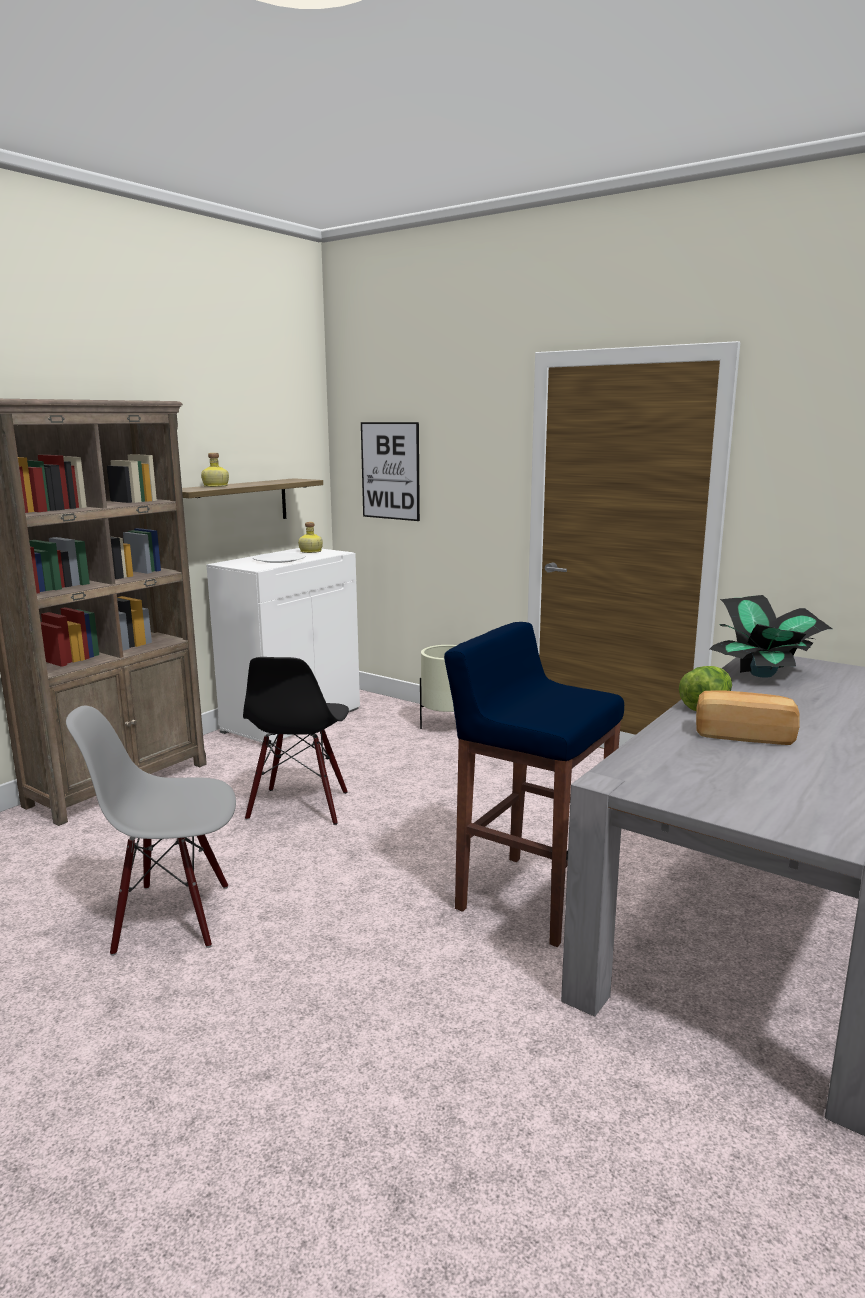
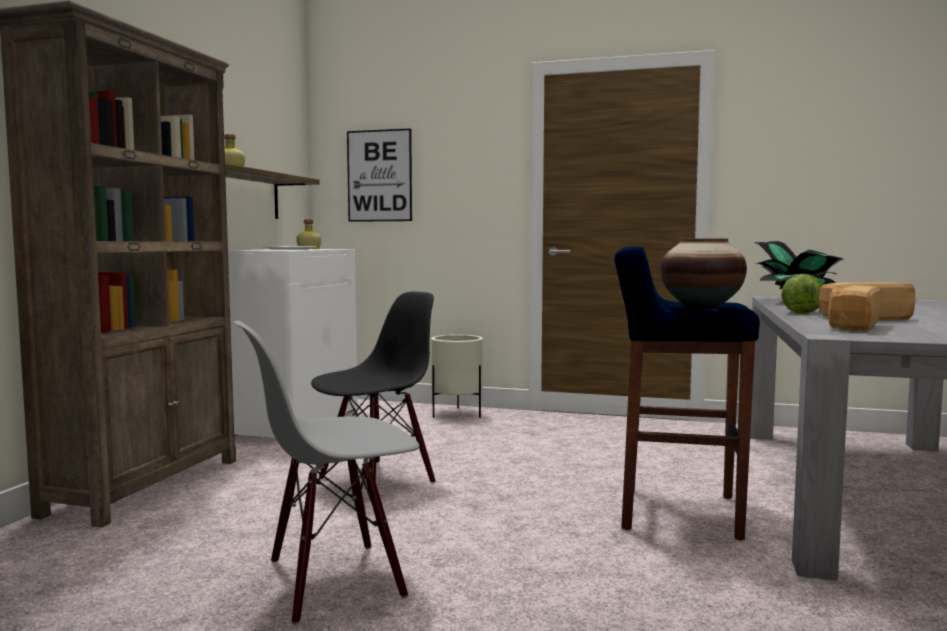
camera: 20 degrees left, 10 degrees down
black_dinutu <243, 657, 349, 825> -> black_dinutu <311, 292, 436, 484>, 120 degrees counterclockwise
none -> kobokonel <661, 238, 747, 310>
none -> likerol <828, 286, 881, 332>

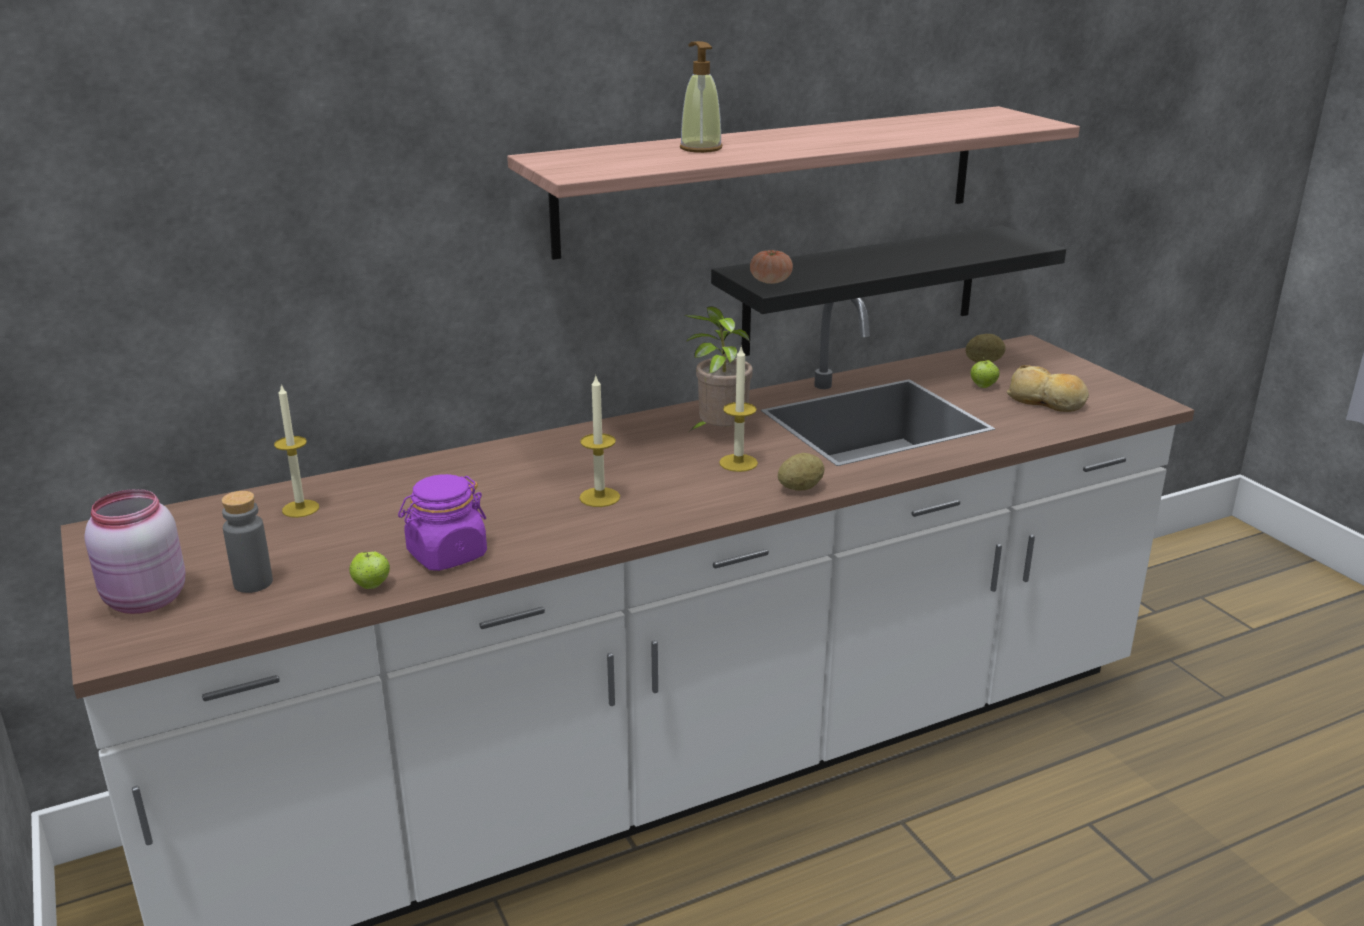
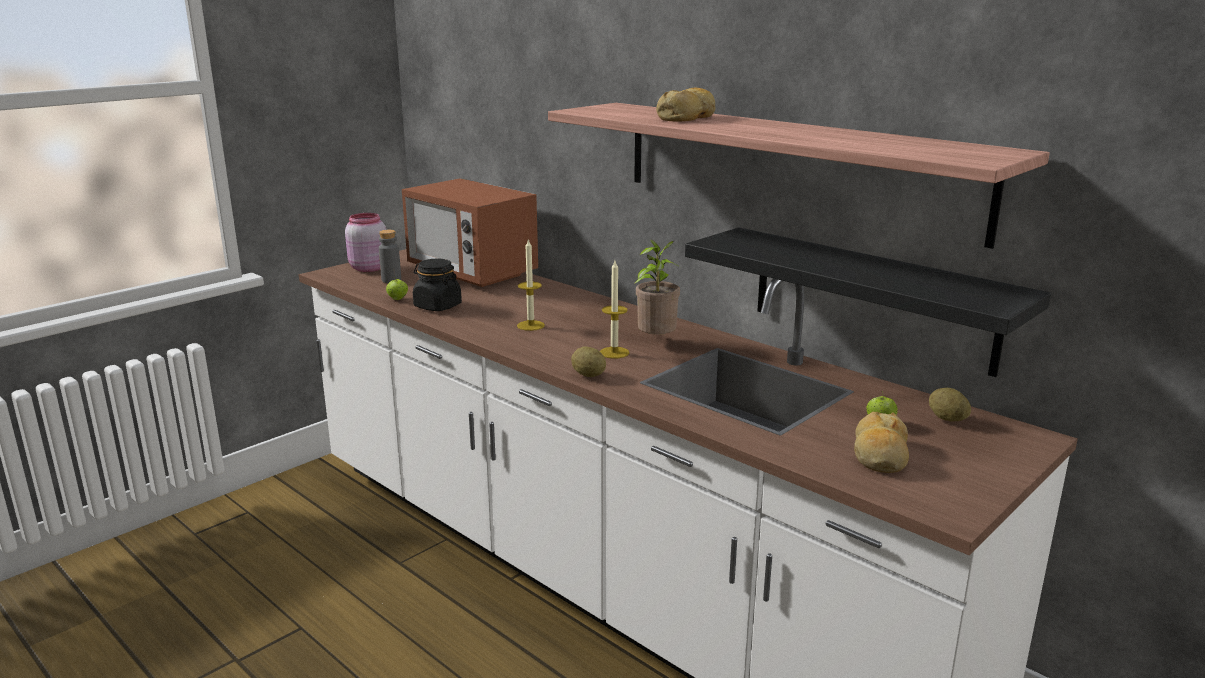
camera: 70 degrees right, 5 degrees down
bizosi <680, 41, 723, 153> -> likerol <656, 87, 715, 122>
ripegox <750, 250, 793, 284> -> none
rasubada <274, 384, 319, 518> -> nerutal <402, 178, 538, 287>
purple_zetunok <398, 474, 487, 571> -> black_zetunok <413, 259, 462, 311>

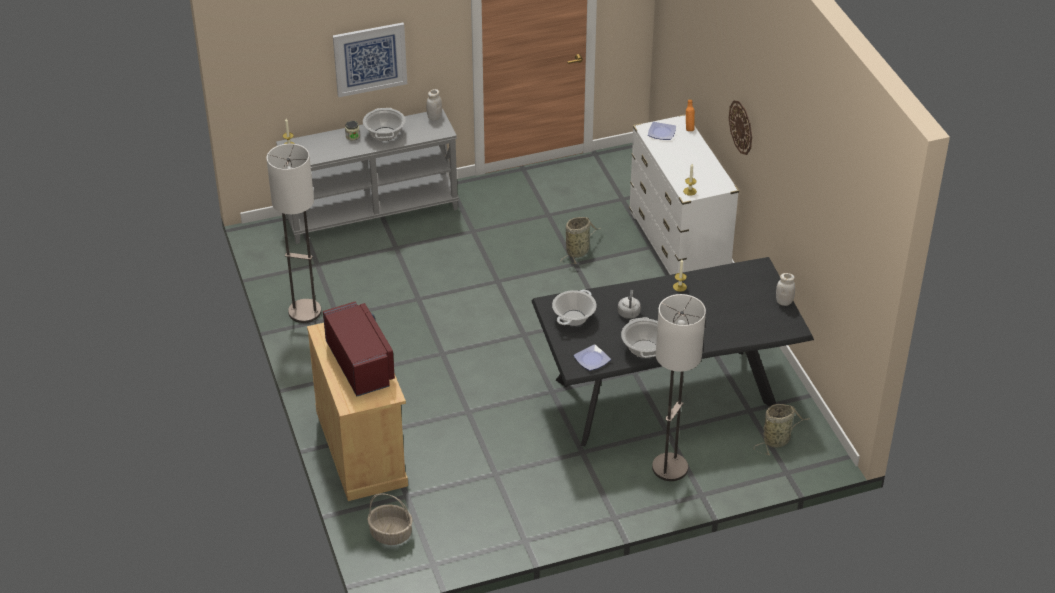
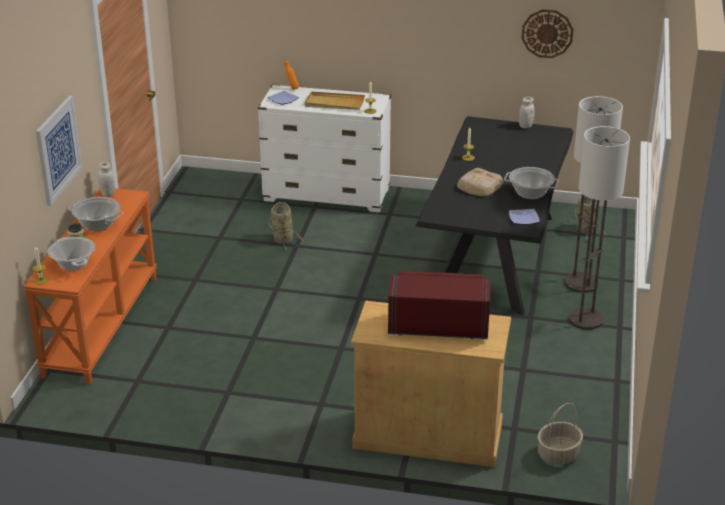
camera: 60 degrees left, 10 degrees down
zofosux <729, 100, 752, 155> -> zofosux <522, 9, 573, 58>, move
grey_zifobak <276, 109, 459, 244> -> orange_zifobak <23, 188, 157, 385>
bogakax <266, 144, 321, 323> -> bogakax <569, 126, 630, 330>, move
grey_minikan <618, 289, 641, 319> -> likerol <457, 168, 503, 197>
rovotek <552, 290, 597, 326> -> rovotek <48, 237, 95, 271>, move
none -> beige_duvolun <305, 92, 365, 110>

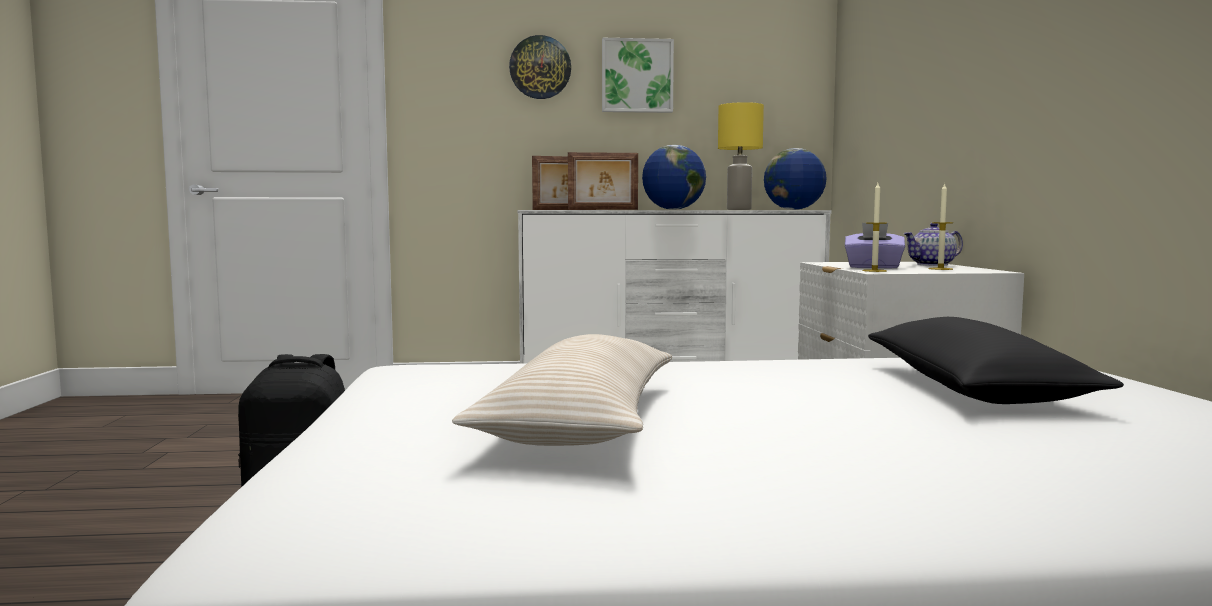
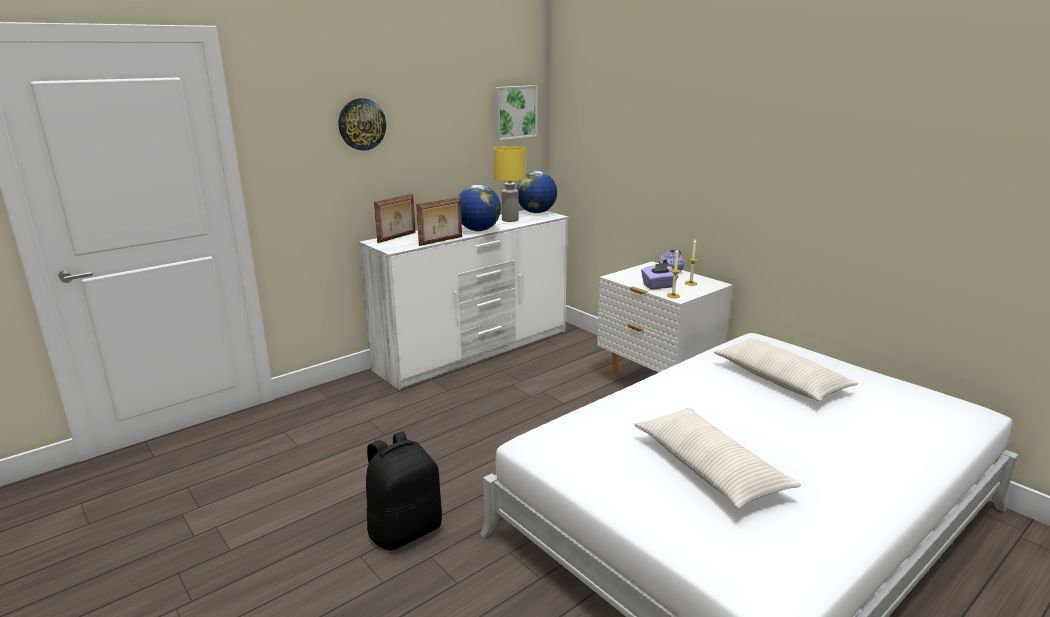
camera: 35 degrees left, 15 degrees up
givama <602, 38, 674, 113> -> givama <494, 85, 537, 140>, move
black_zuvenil <868, 317, 1124, 404> -> beige_zuvenil <714, 339, 858, 401>

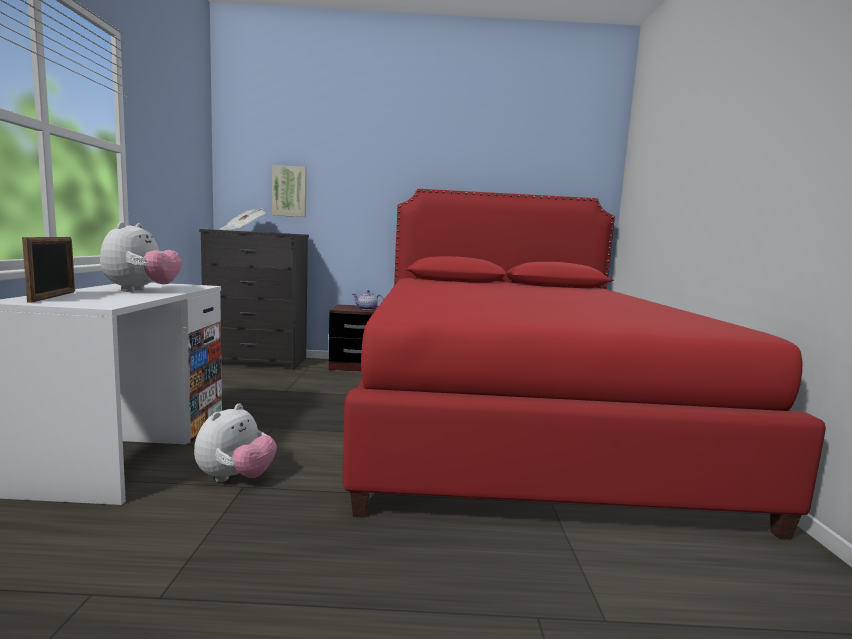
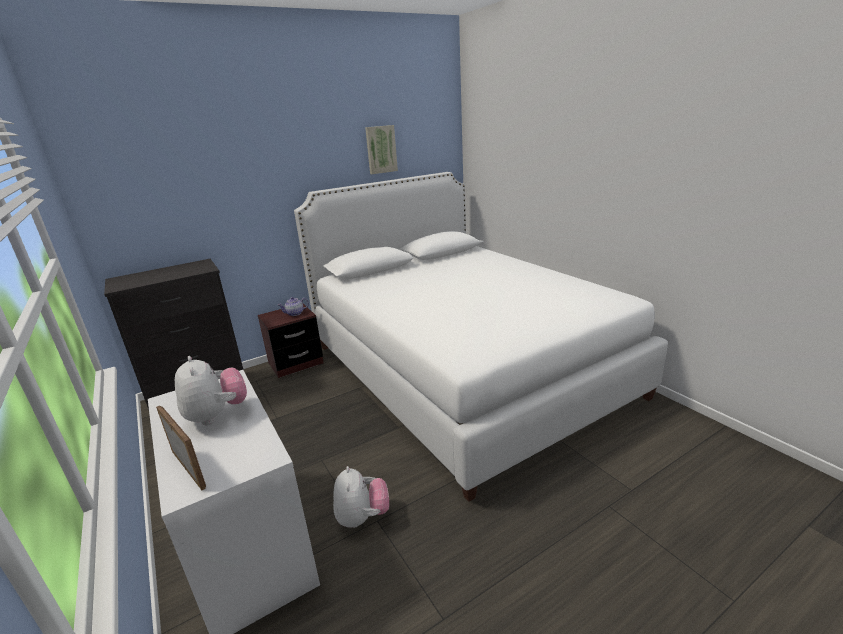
camera: 30 degrees left, 15 degrees up
givama <272, 165, 307, 217> -> givama <365, 125, 398, 174>, move
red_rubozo <342, 189, 826, 540> -> white_rubozo <294, 172, 668, 502>
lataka <220, 208, 265, 230> -> none

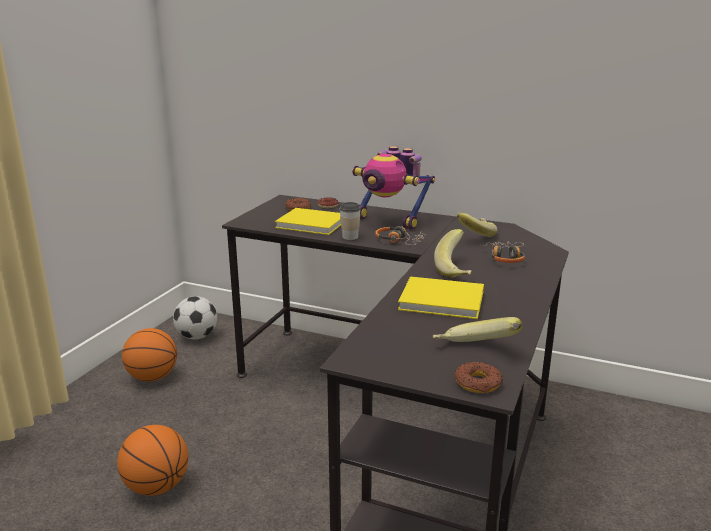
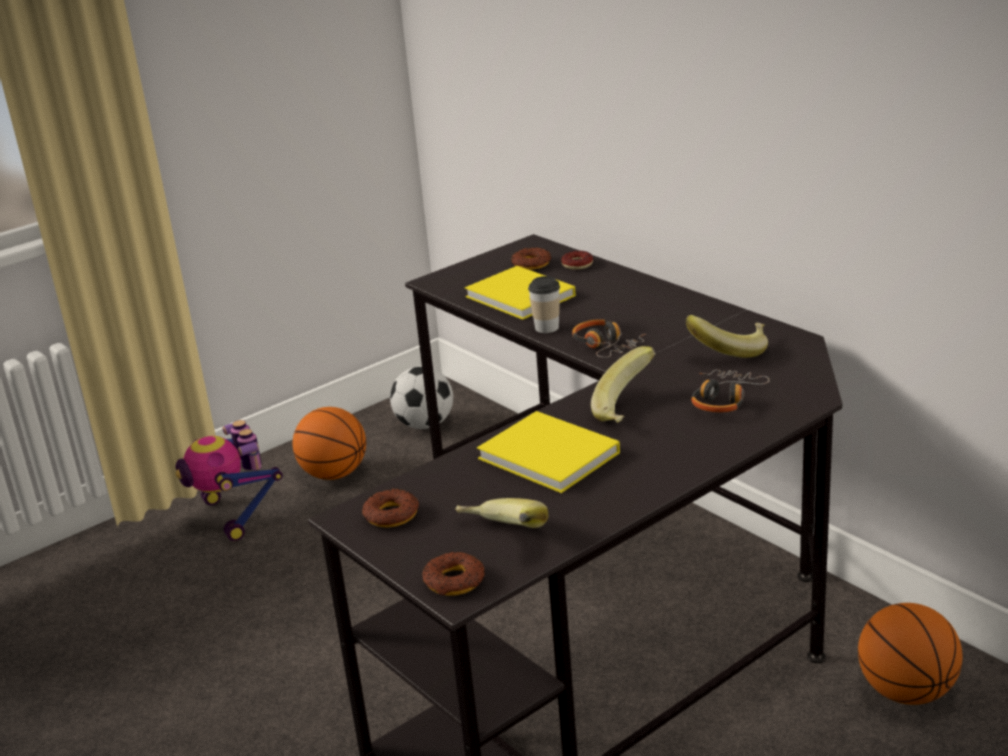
camera: 30 degrees right, 5 degrees up
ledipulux <352, 146, 435, 230> -> ledipulux <175, 420, 283, 541>, move
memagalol <117, 425, 188, 496> -> memagalol <858, 603, 963, 705>, move
none -> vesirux <362, 489, 419, 528>

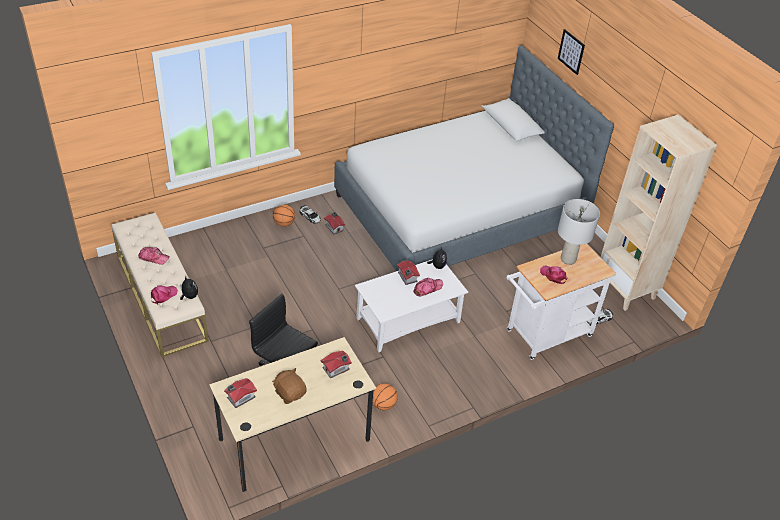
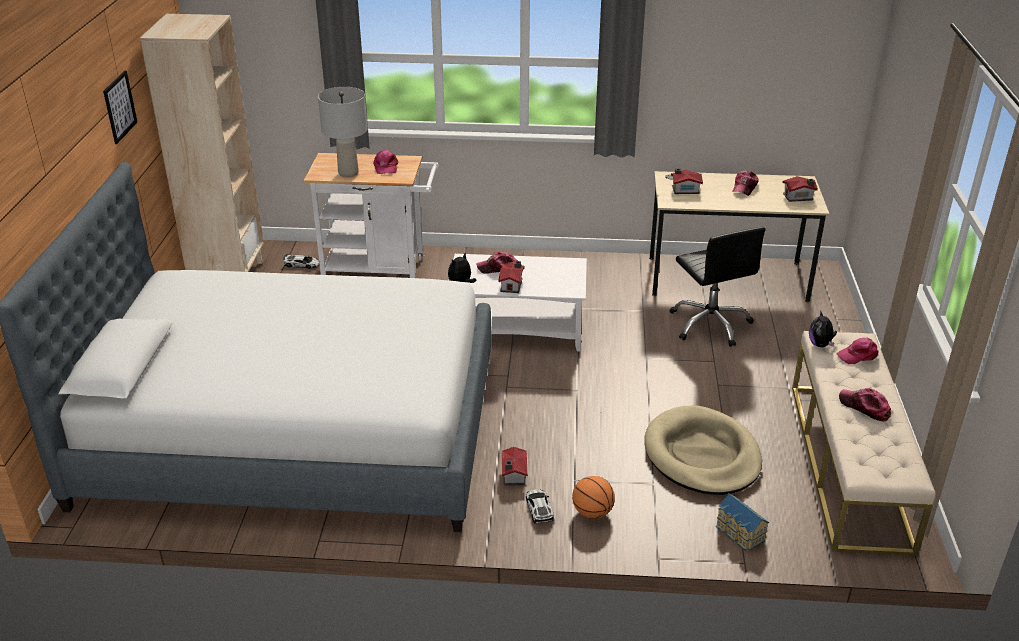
camera: 145 degrees left, 10 degrees down
givama <558, 29, 585, 75> -> givama <103, 71, 137, 144>, move
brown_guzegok <272, 368, 307, 404> -> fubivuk <732, 171, 759, 196>
memagalol <373, 383, 398, 410> -> none
none -> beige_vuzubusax <644, 406, 762, 495>
none -> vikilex <716, 493, 769, 551>

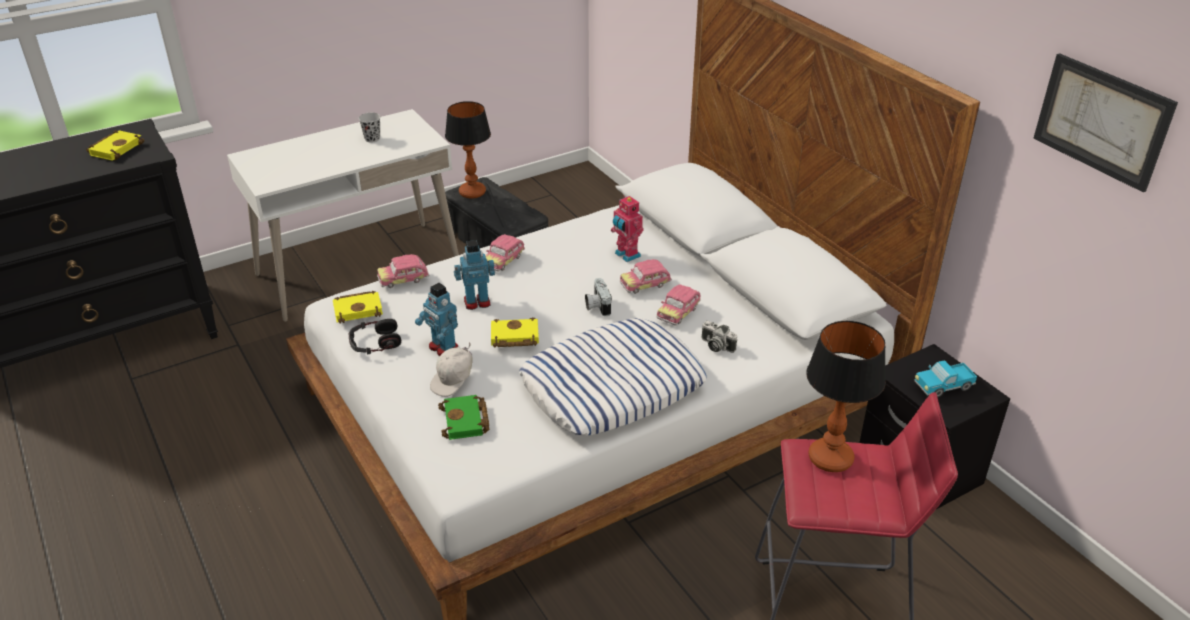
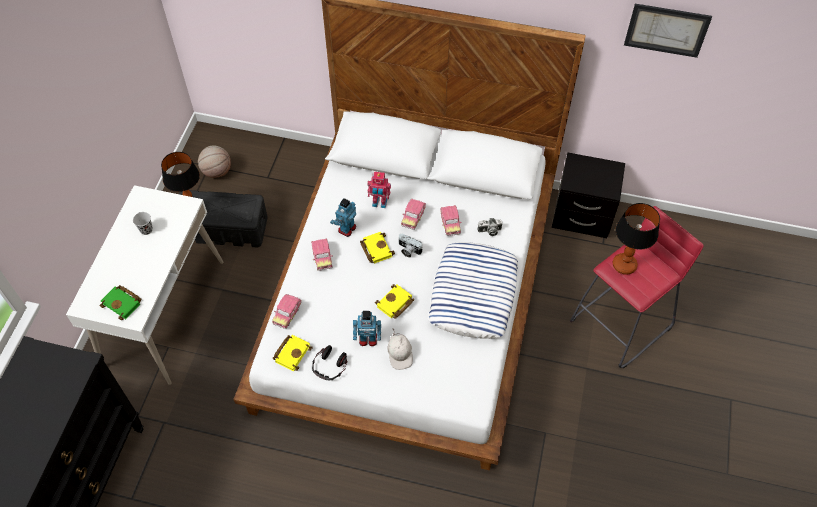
camera: 45 degrees left, 20 degrees up
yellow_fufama <86, 130, 144, 161> -> yellow_fufama <360, 232, 395, 264>, move
ledipulux <454, 240, 495, 310> -> ledipulux <330, 198, 356, 237>, move
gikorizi <914, 361, 977, 397> -> none
green_fufama <438, 395, 489, 440> -> green_fufama <99, 285, 141, 320>, move
none -> memagalol <198, 145, 231, 178>

